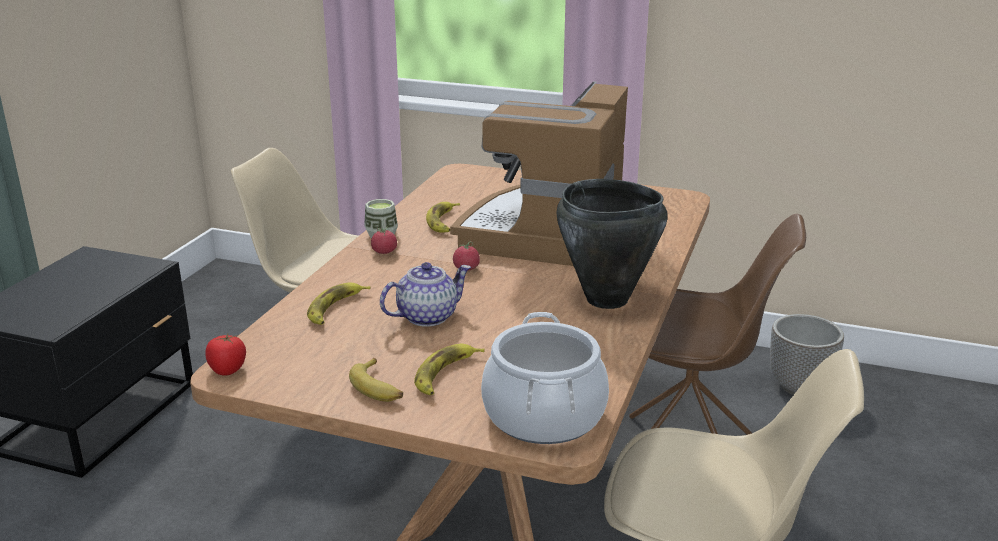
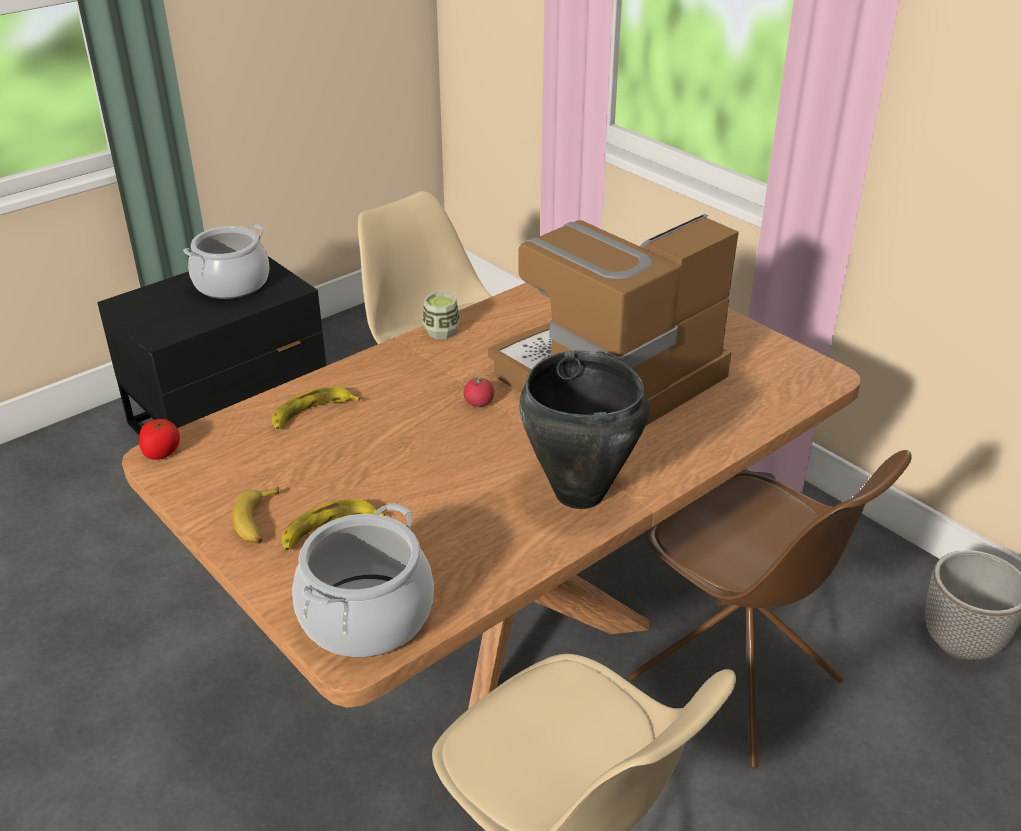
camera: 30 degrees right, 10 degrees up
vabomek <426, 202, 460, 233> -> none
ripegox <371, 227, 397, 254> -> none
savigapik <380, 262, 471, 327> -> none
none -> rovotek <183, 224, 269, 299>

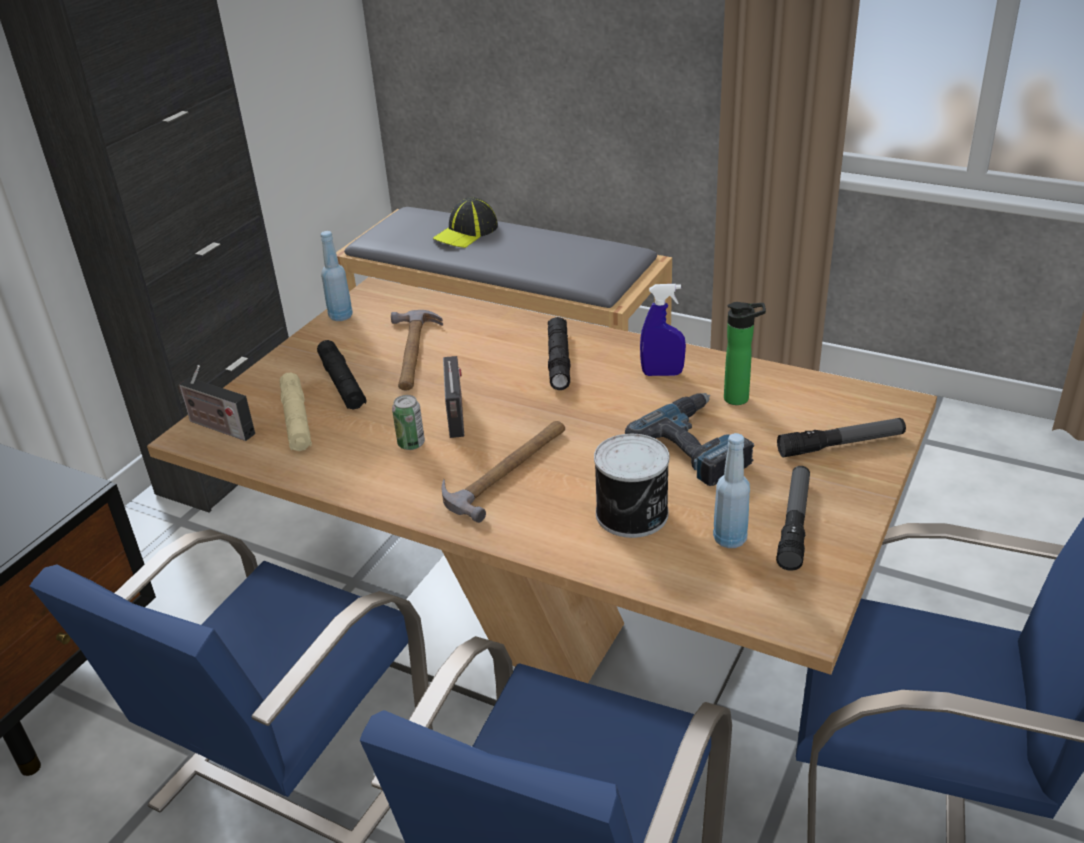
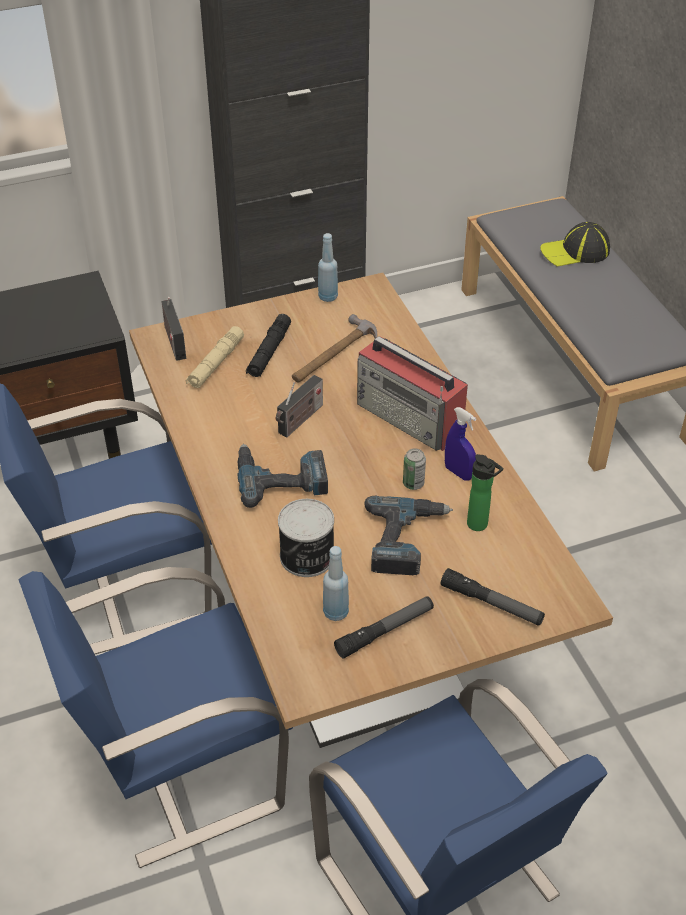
camera: 40 degrees right, 10 degrees up
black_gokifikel <548, 317, 571, 390> -> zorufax <357, 336, 468, 451>
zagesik <392, 395, 425, 450> -> zagesik <403, 448, 426, 490>, move
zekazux <442, 421, 565, 523> -> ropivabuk <237, 444, 328, 508>

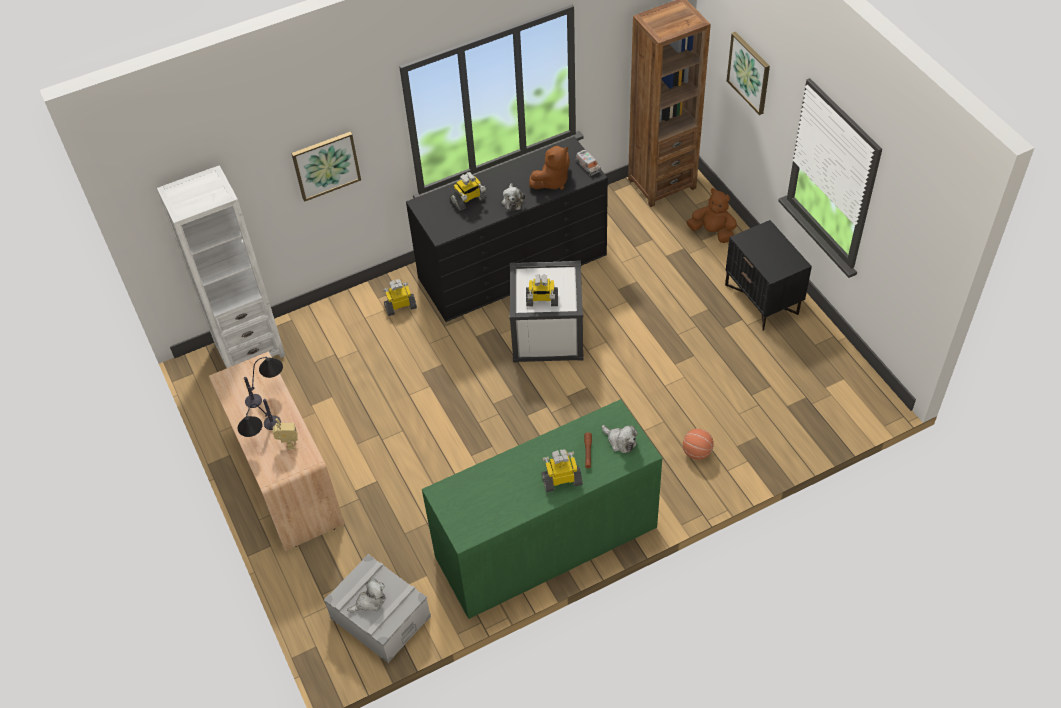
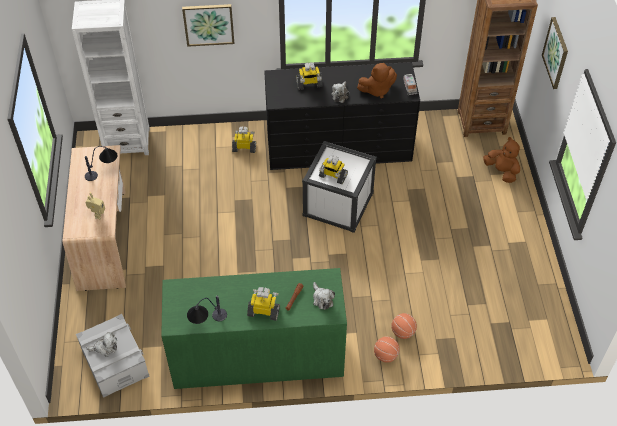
camera: 20 degrees right, 0 degrees up
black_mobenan <725, 220, 812, 330> -> none
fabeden <238, 399, 281, 437> -> fabeden <187, 296, 227, 324>, move
none -> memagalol <374, 336, 400, 363>

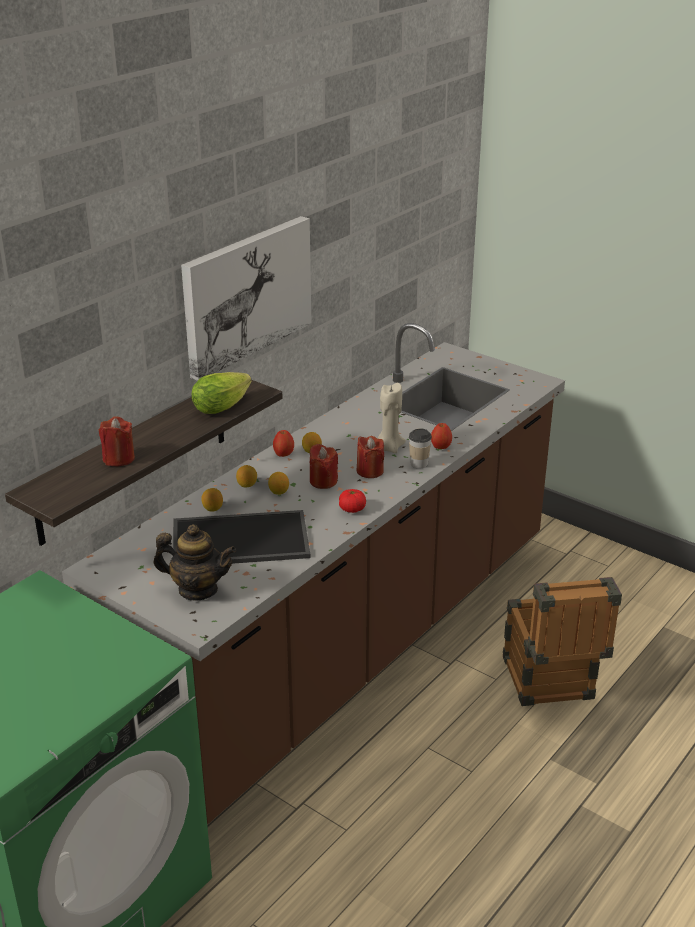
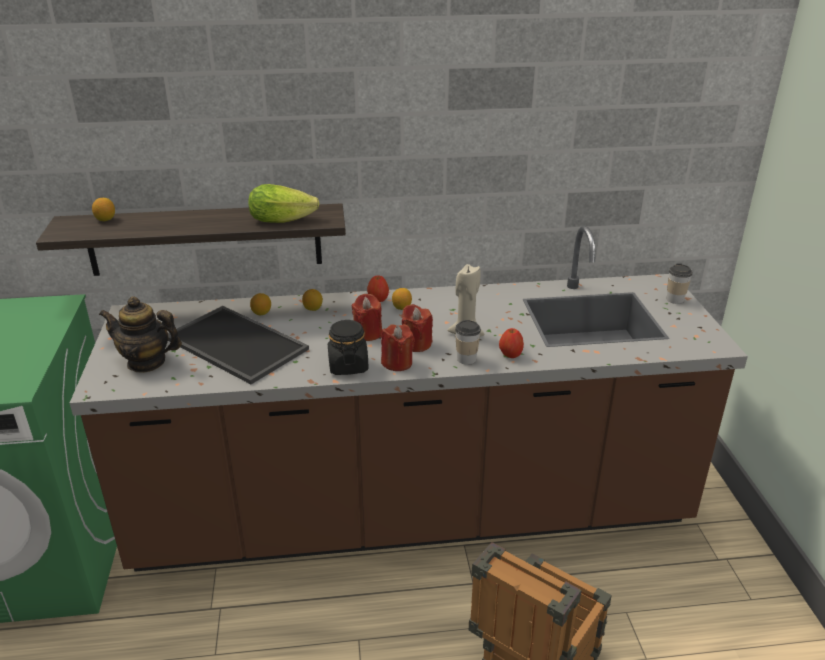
camera: 45 degrees right, 0 degrees up
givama <181, 216, 312, 381> -> none
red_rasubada <99, 416, 135, 467> -> red_rasubada <381, 324, 415, 371>, move
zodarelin <268, 472, 289, 495> -> zodarelin <92, 198, 115, 221>, move
ripegox <339, 489, 366, 513> -> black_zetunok <328, 320, 369, 375>
savigapik <154, 524, 236, 601> -> savigapik <99, 296, 182, 373>, 135 degrees clockwise
none -> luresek <666, 263, 692, 304>

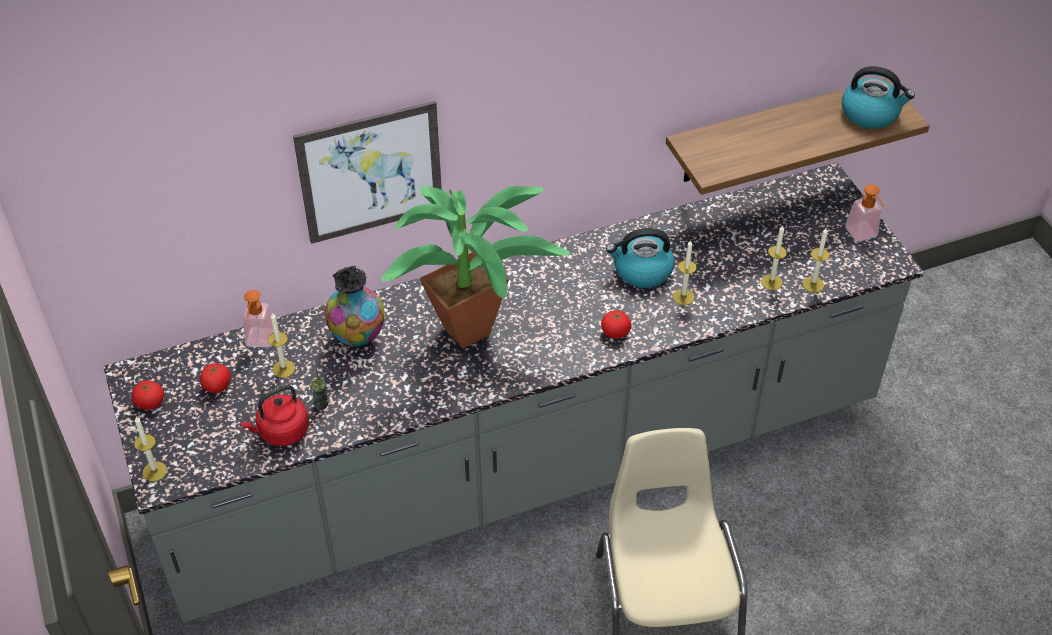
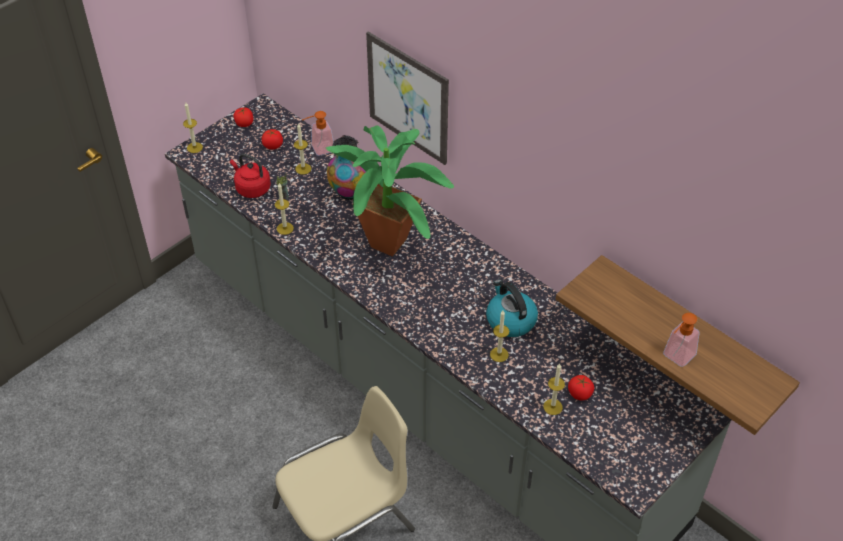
camera: 65 degrees right, 0 degrees up
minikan <842, 66, 915, 129> -> none
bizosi <845, 184, 885, 242> -> bizosi <663, 313, 700, 367>, move
rasubada <803, 228, 830, 293> -> rasubada <275, 183, 294, 235>, move
ripegox <601, 310, 631, 339> -> ripegox <568, 375, 594, 401>, move

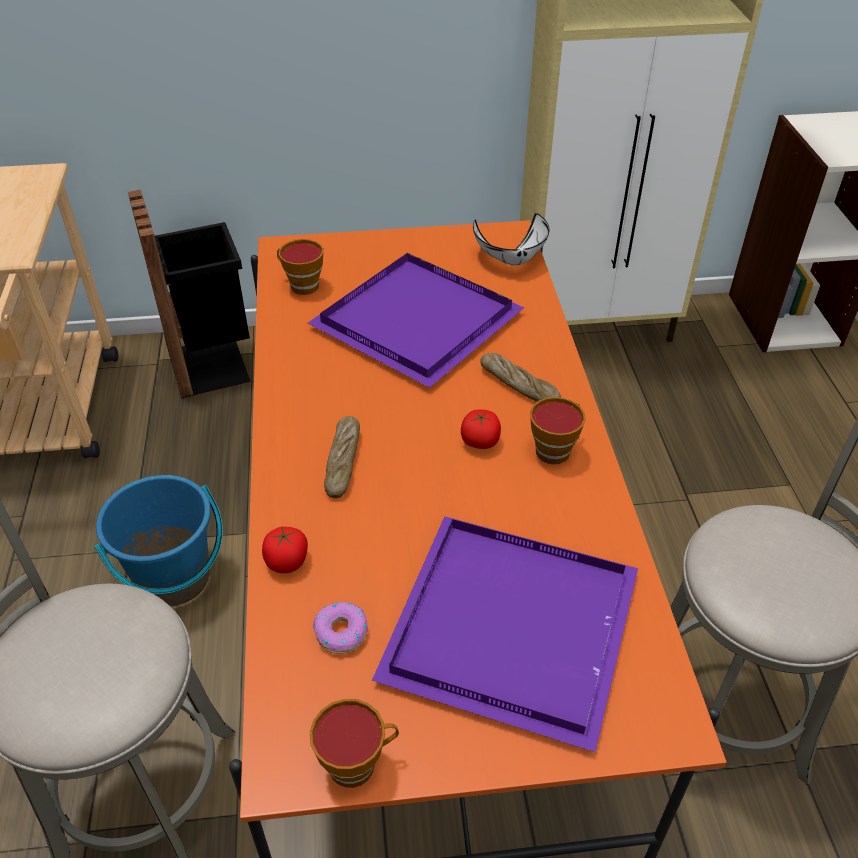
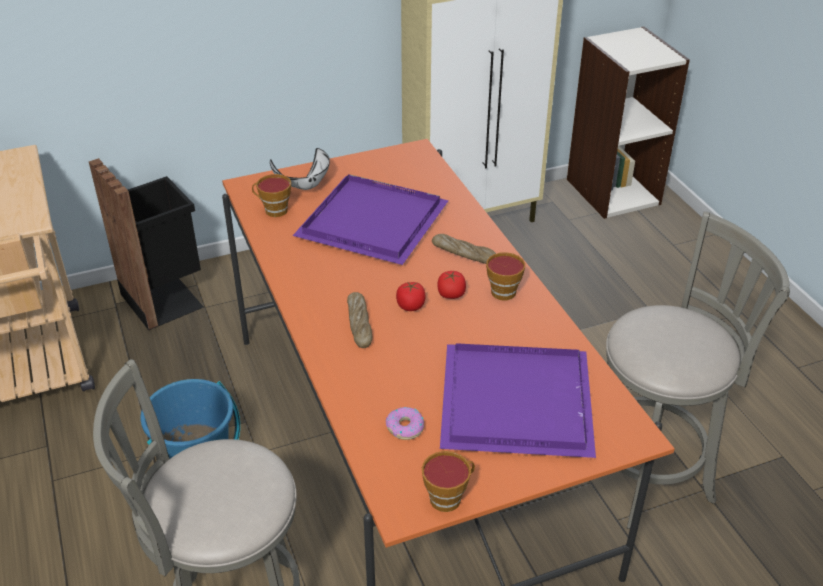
camera: 15 degrees left, 5 degrees down
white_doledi <473, 213, 550, 266> -> white_doledi <270, 148, 330, 190>, move
ripegox <262, 527, 308, 573> -> ripegox <396, 282, 426, 311>, move

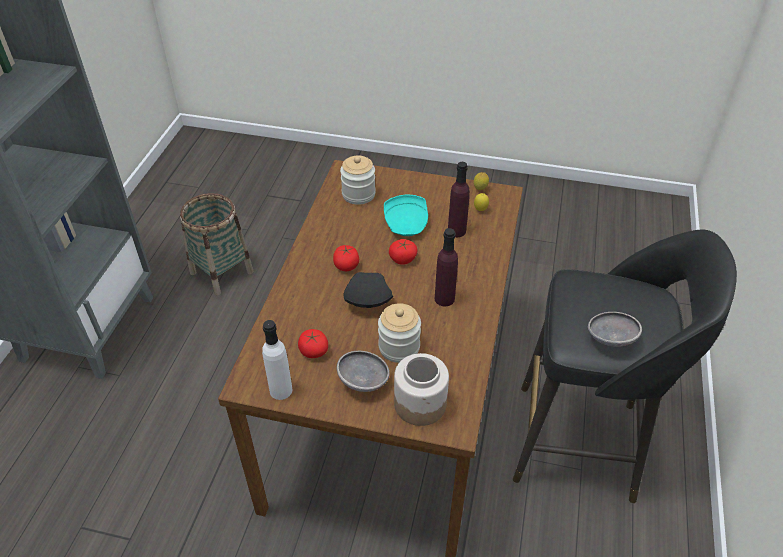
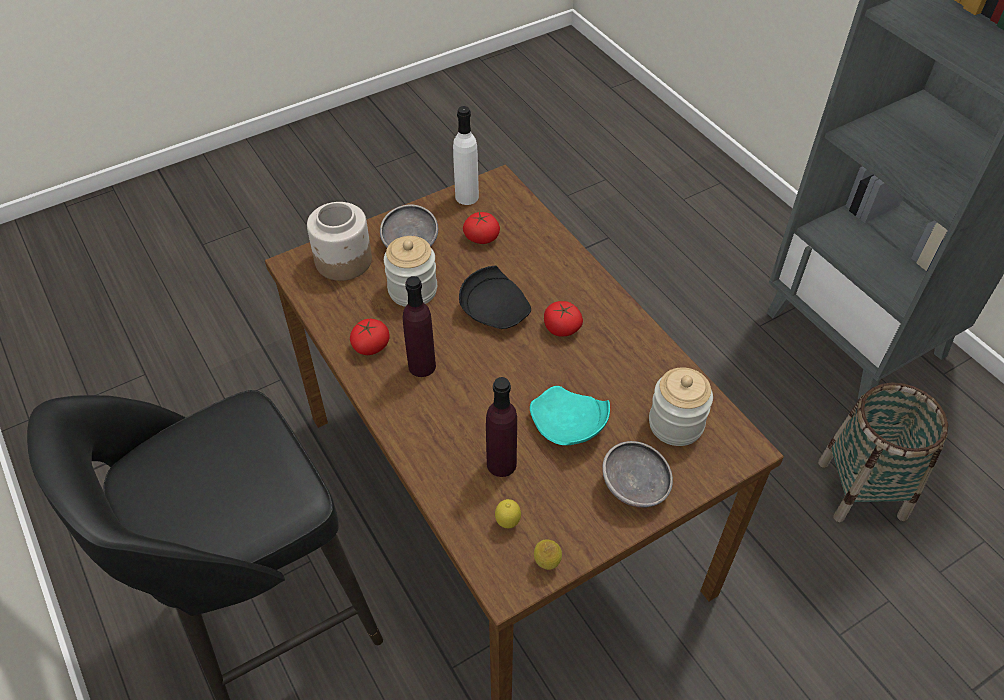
camera: 135 degrees right, 5 degrees up
ripegox <389, 239, 418, 265> -> ripegox <350, 319, 390, 355>, move
grey_doledi <588, 312, 642, 347> -> grey_doledi <602, 441, 673, 508>, move

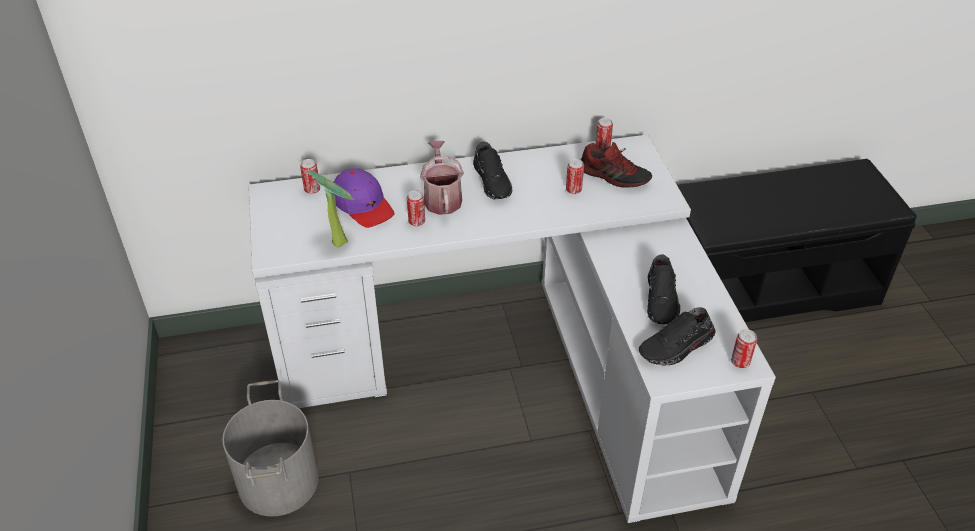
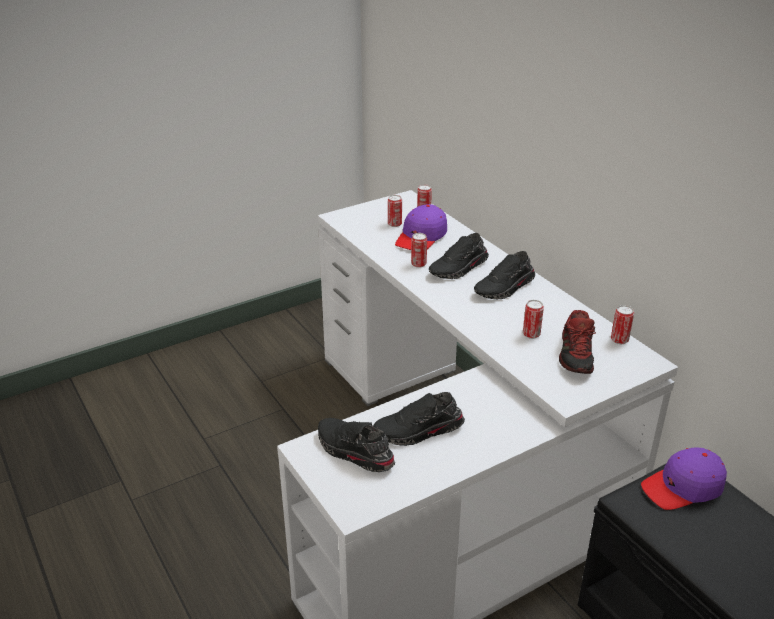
camera: 70 degrees right, 10 degrees down
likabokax <420, 141, 464, 215> -> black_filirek <429, 233, 489, 279>
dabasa <307, 170, 354, 248> -> none
zagesik <731, 329, 757, 368> -> zagesik <388, 195, 402, 227>, move
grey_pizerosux <223, 380, 319, 517> -> none
none -> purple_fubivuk <641, 447, 727, 510>

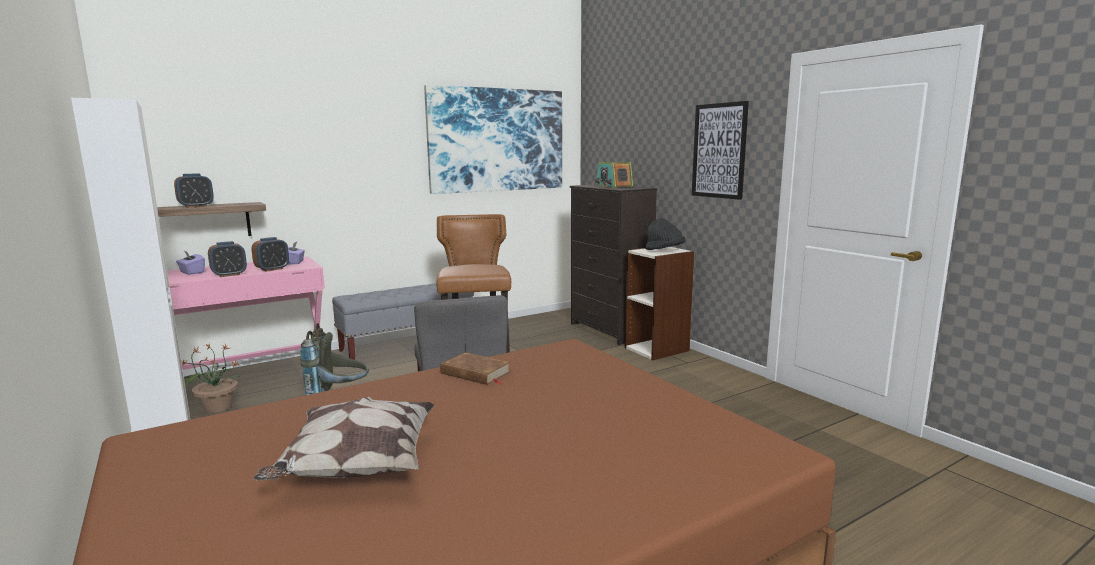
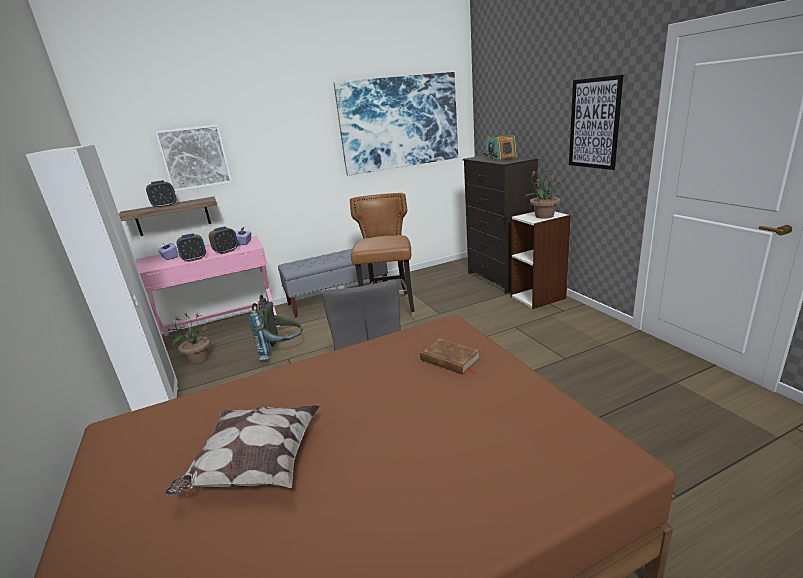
camera: 10 degrees right, 10 degrees up
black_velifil <645, 218, 685, 250> -> dabasa <524, 170, 566, 219>
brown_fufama <440, 352, 510, 385> -> brown_fufama <420, 338, 481, 374>, move
none -> givama <155, 124, 232, 191>

